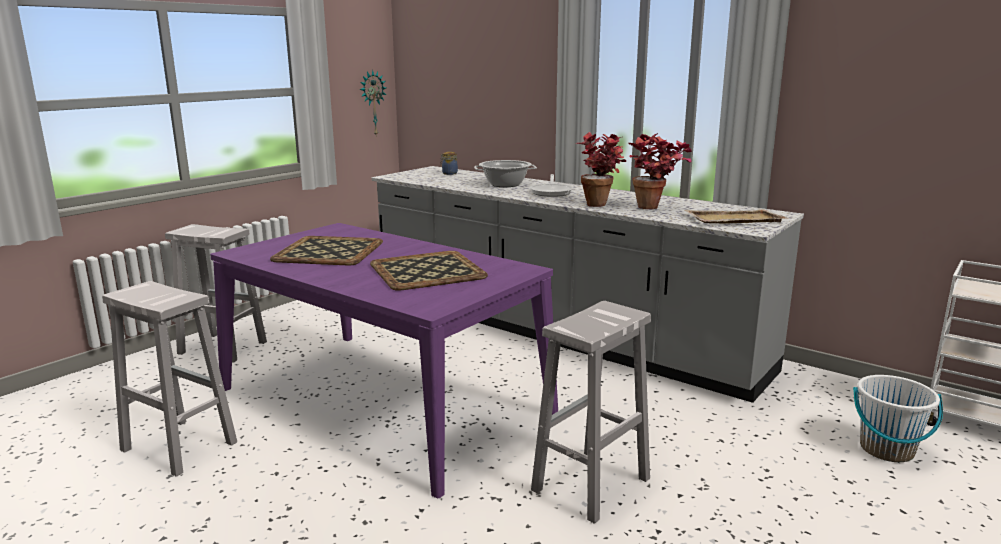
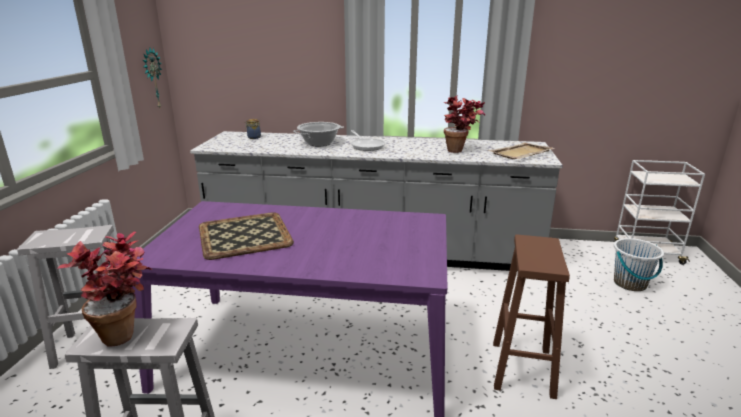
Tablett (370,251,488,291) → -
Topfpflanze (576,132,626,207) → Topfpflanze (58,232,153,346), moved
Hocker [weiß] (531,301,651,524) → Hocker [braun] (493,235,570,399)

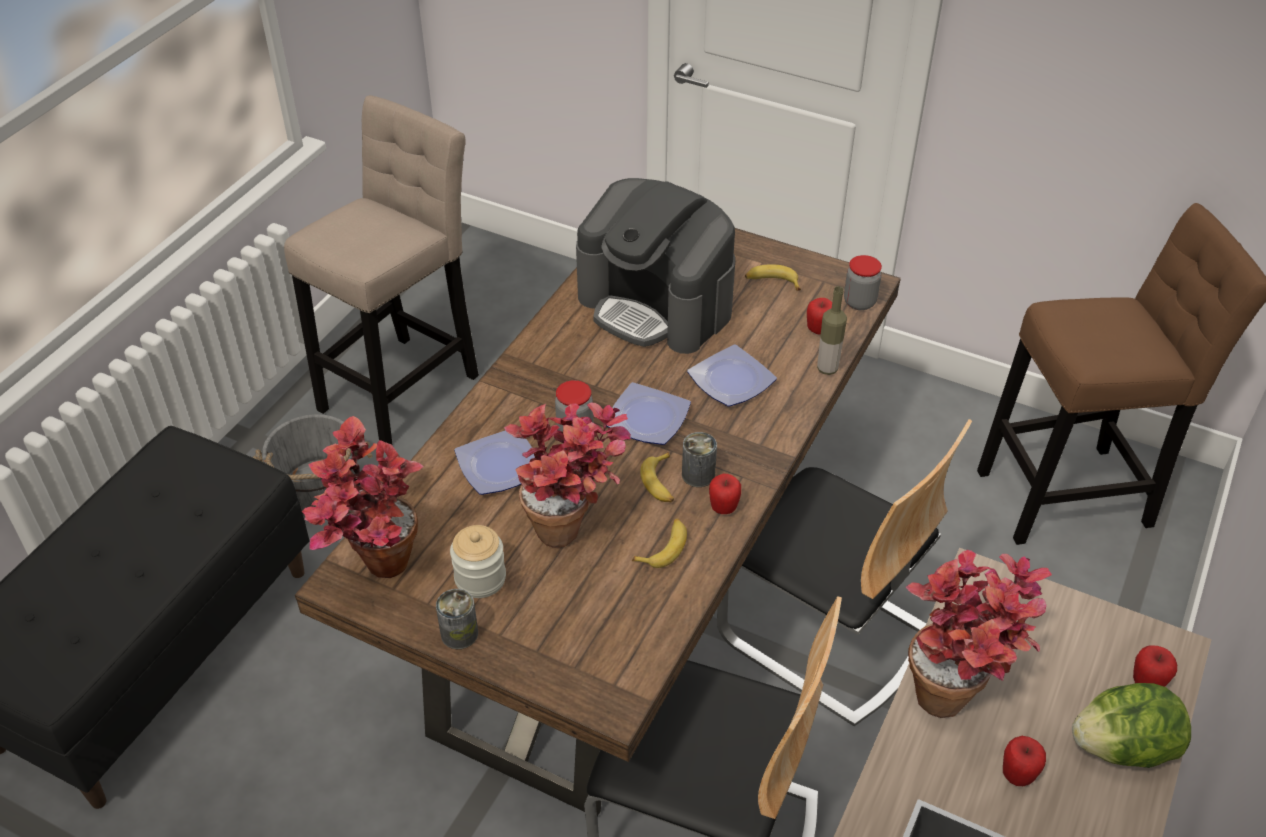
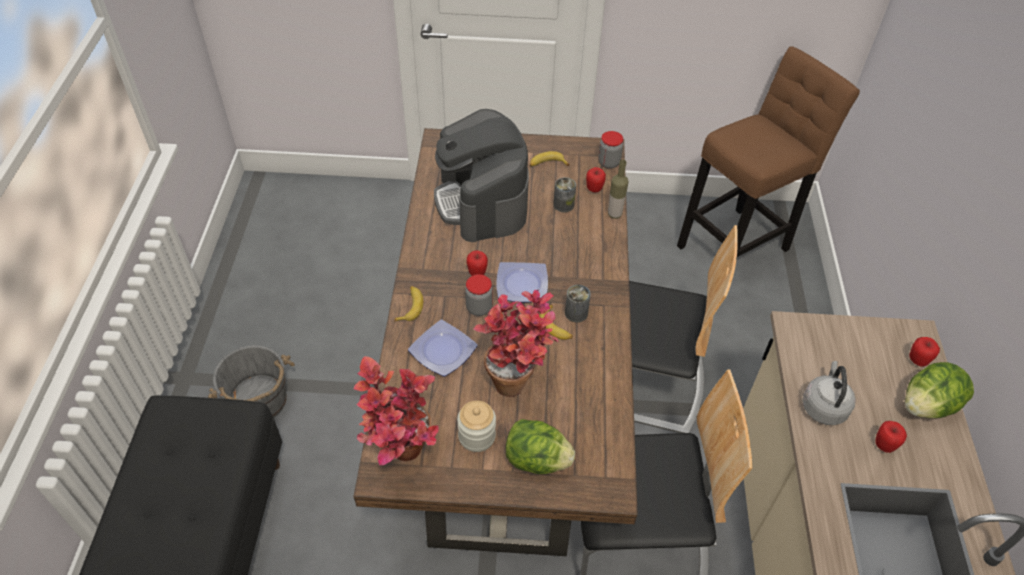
Hocker [beige] (284,95,479,445) → -
Teller (687,344,777,407) → -
- → Salatkopf (506,419,575,474)
Dose (436,589,478,649) → Dose (553,177,576,212), moved
Banane (632,519,687,568) → Banane (394,286,423,322), moved
Apfel (709,474,741,514) → Apfel (467,251,488,276), moved
Topfpflanze (906,550,1052,718) → Wasserkessel [grau] (802,361,856,425)
Kaffeemaschine (576,178,735,354) → Kaffeemaschine (434,109,529,242), 60 degrees clockwise

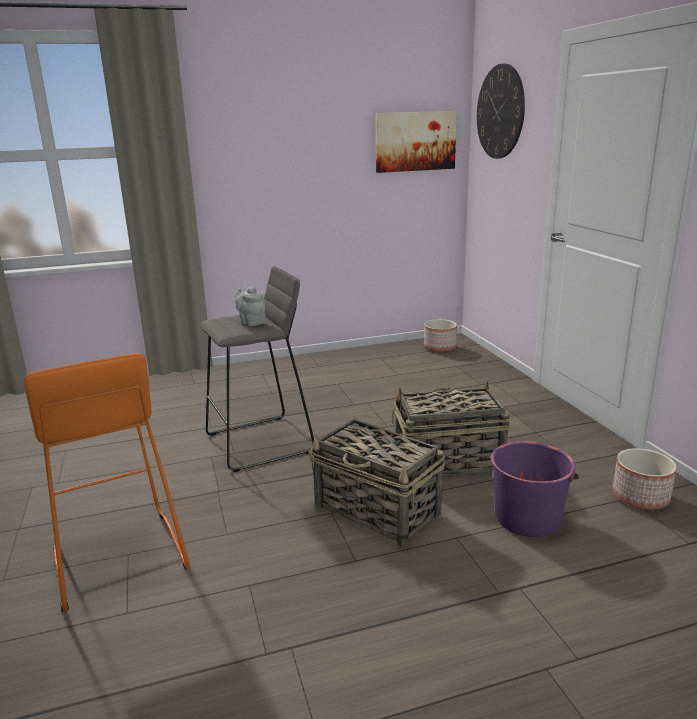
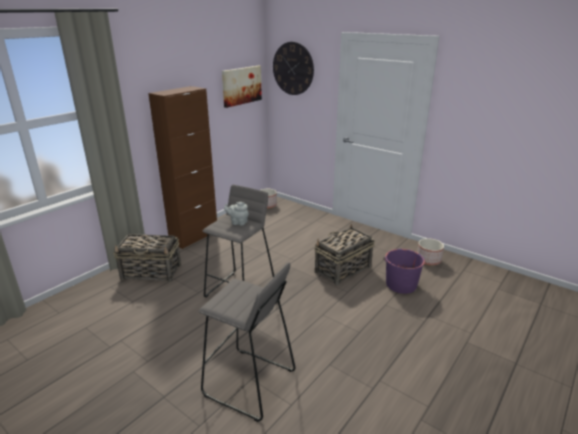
- → Schrank [braun] (148,86,217,249)
Korb (309,419,445,548) → Korb (113,234,181,282), moved
Hocker [orange] (24,353,190,612) → Hocker [grau] (199,262,295,422)

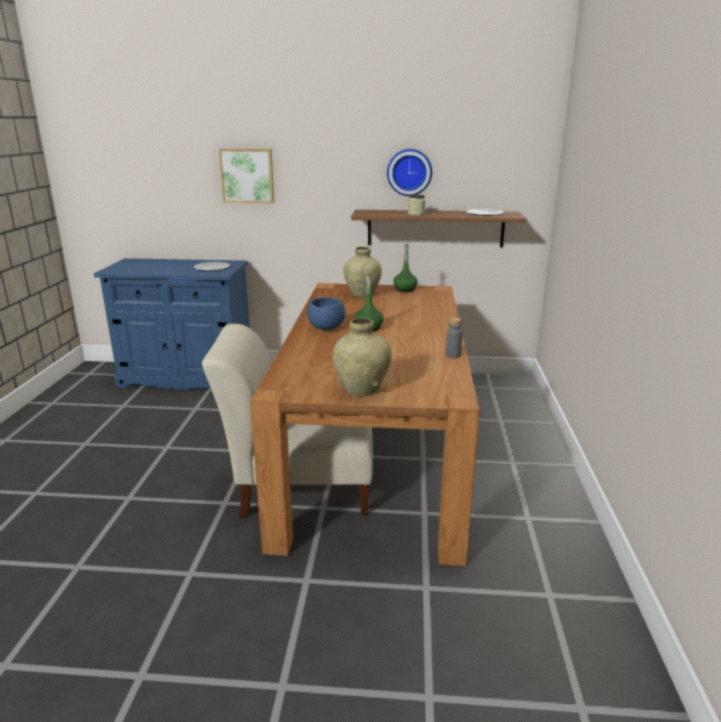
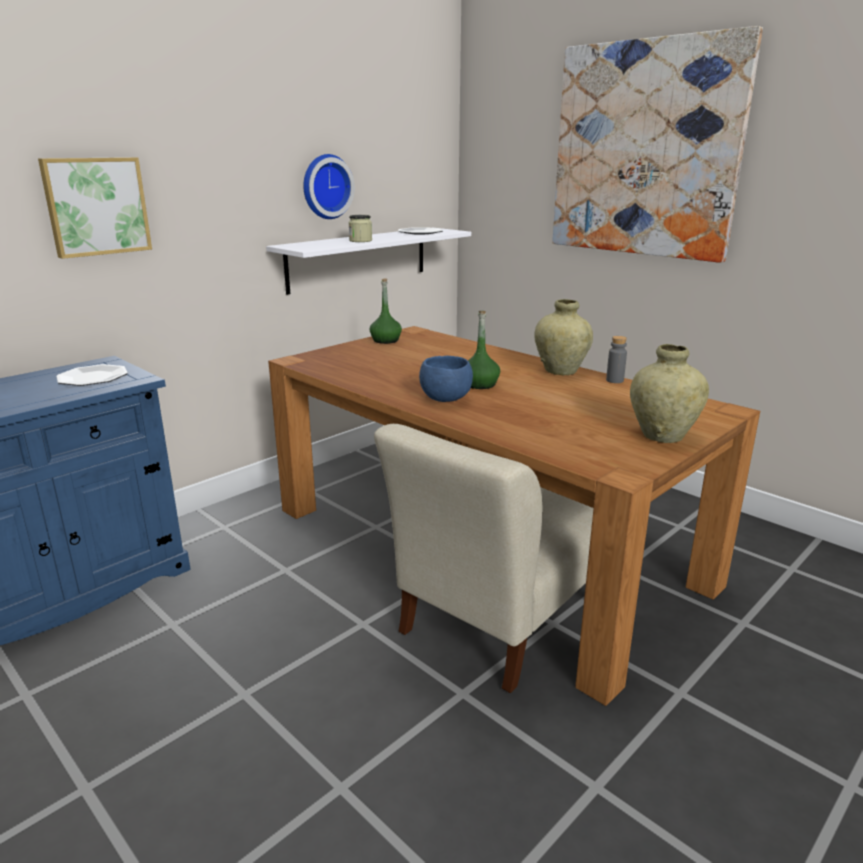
- → Bild (552,26,763,263)
Vase [beige] (344,247,382,298) → Vase [beige] (535,299,593,375), moved
Wandregal [braun] (351,210,527,247) → Wandregal [weiß] (266,228,471,295)

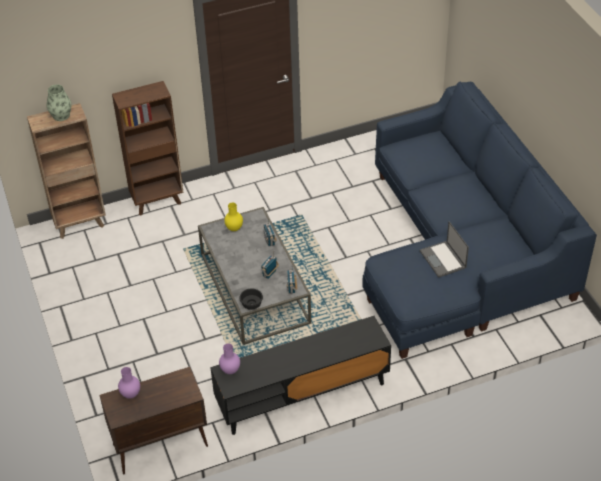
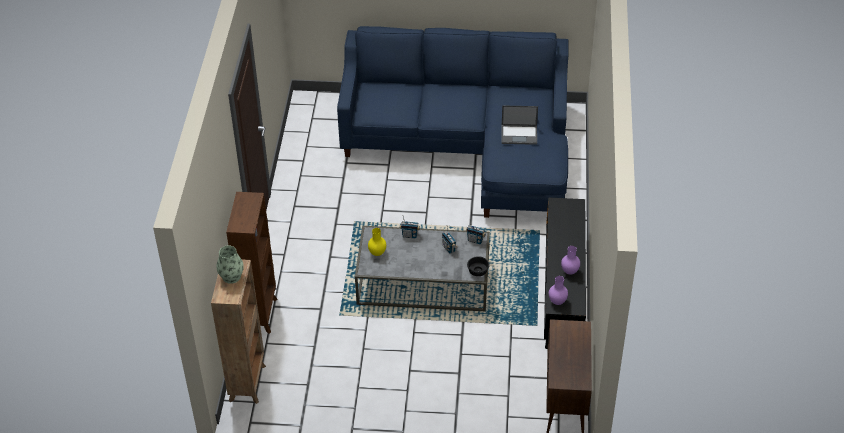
Vase [lila] (118,367,140,399) → Vase [lila] (561,246,580,275), moved

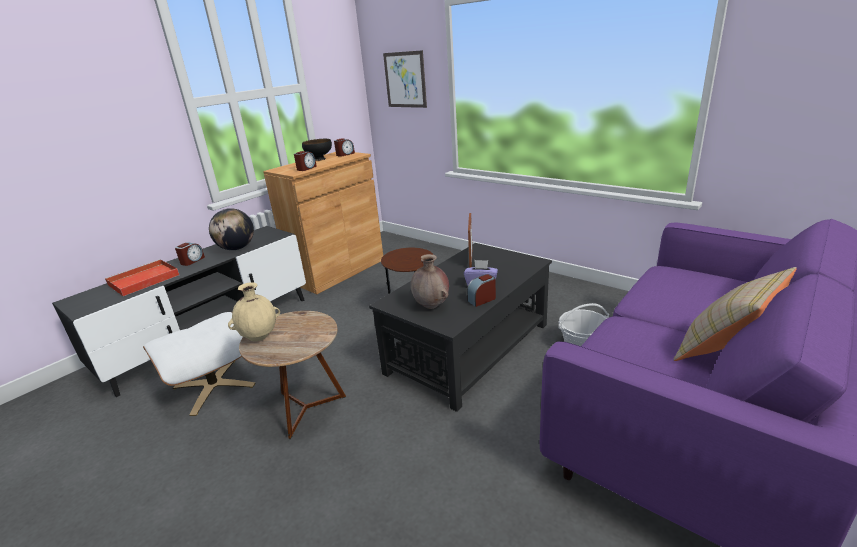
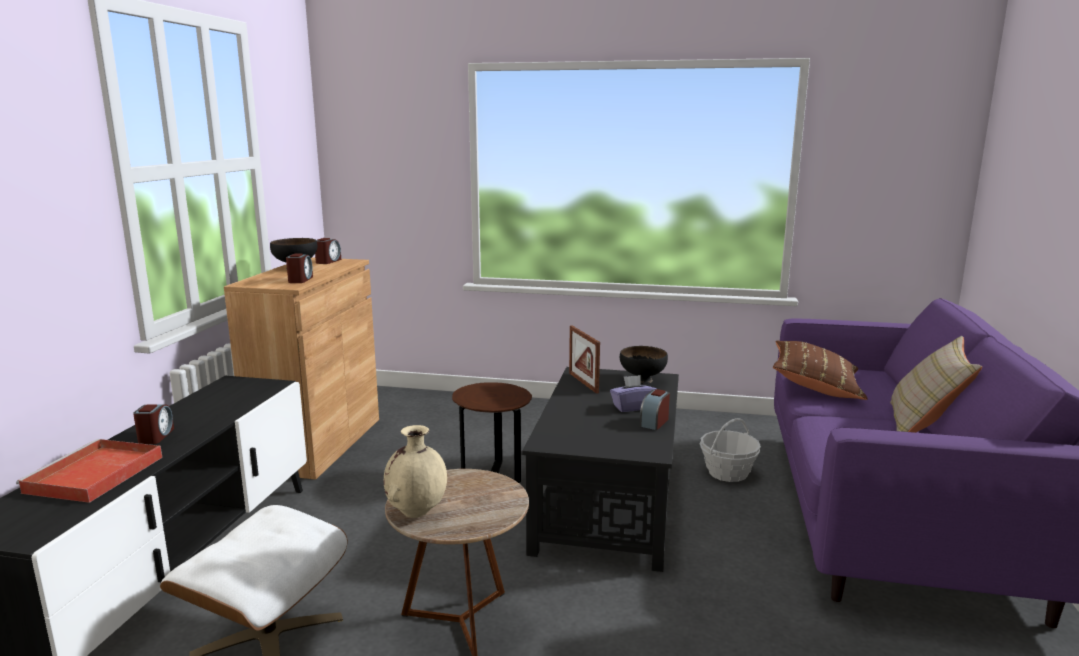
Globus (209,208,254,250) → -
Bild (383,50,427,108) → -
Vase [braun] (411,254,449,309) → -
- → Schüssel [schwarz] (620,346,668,384)
- → Kissen [braun] (773,341,868,400)

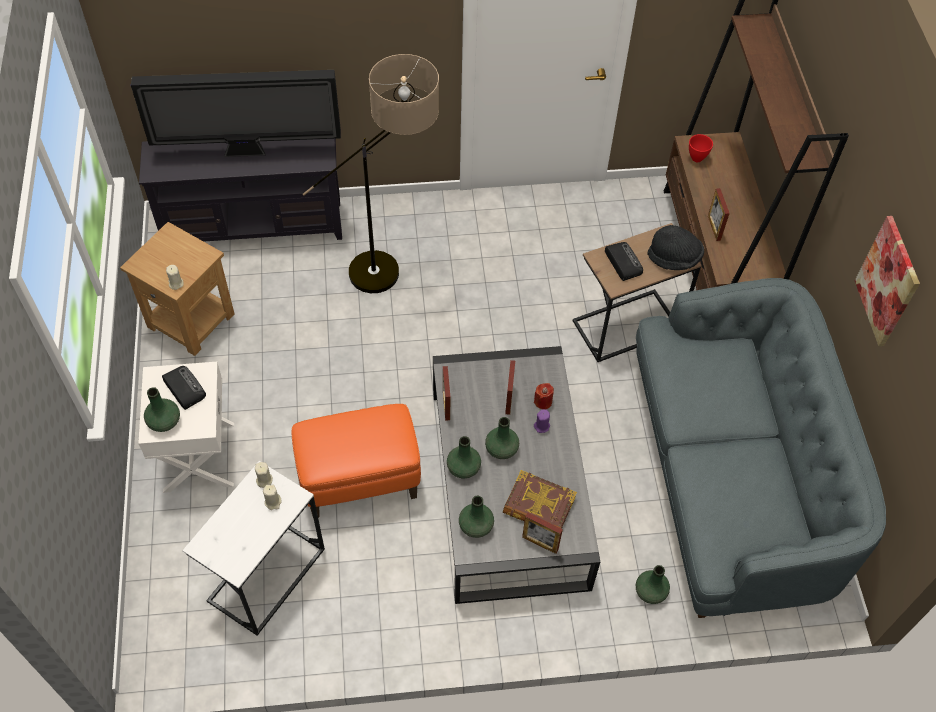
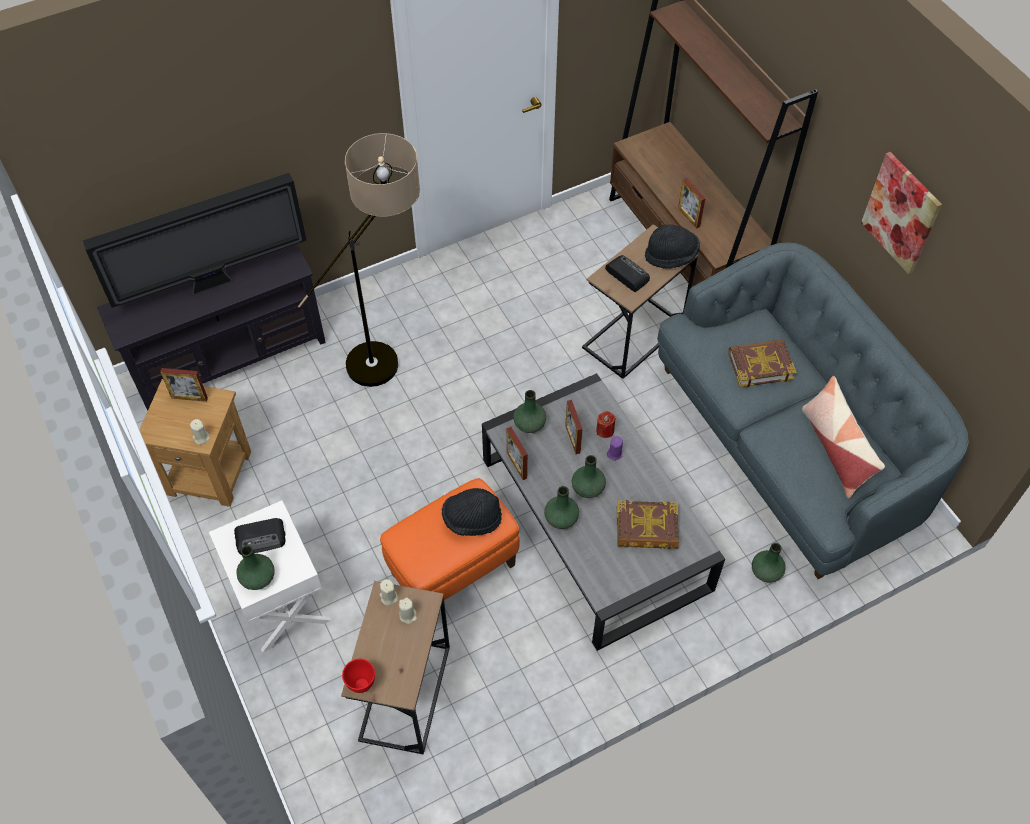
- → Hut [schwarz] (442,488,502,536)
- → Buch (729,340,797,387)
- → Kissen (802,376,885,498)
Vase [grün] (459,496,494,538) → Vase [grün] (513,390,546,433), moved
Bilderrahmen (522,512,563,554) → Bilderrahmen (160,368,208,402), moved
Schüssel [rot] (689,134,713,162) → Schüssel [rot] (342,659,375,693), moved
Beistelltisch [weiß] (182,461,325,636) → Beistelltisch [braun] (341,581,450,754)
Radio (162,366,206,410) → Radio (234,518,285,555), 135 degrees clockwise

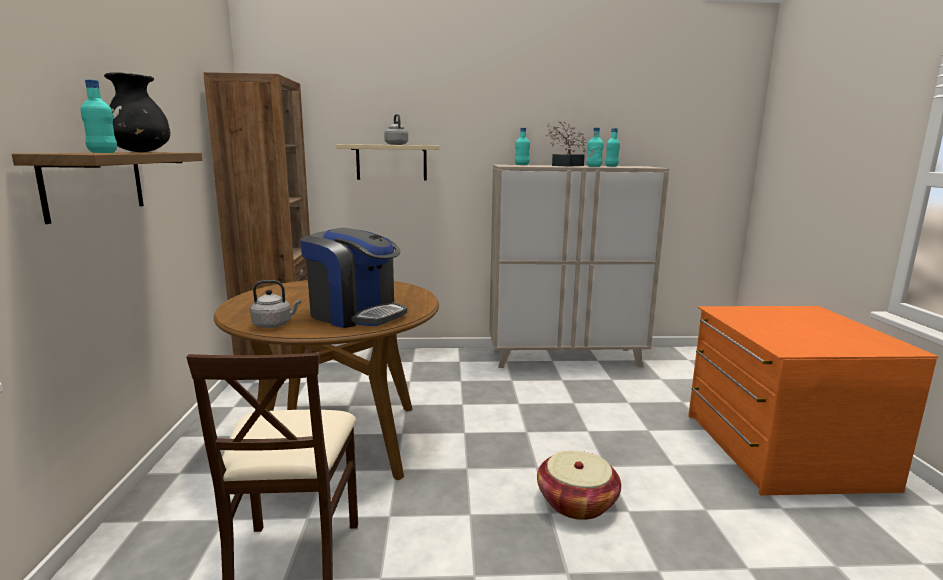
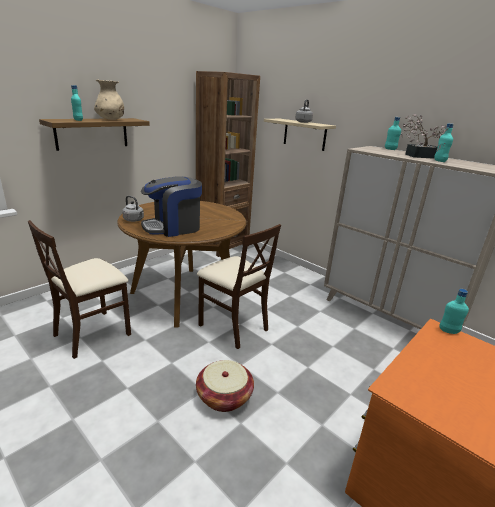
- → Stuhl [beige] (197,224,281,349)
Flasche [türkis] (605,128,620,167) → Flasche [türkis] (439,289,469,334), moved
Vase [schwarz] (104,72,170,152) → Vase [beige] (94,79,124,120)
Kaffeemaschine (300,228,407,328) → Kaffeemaschine (141,176,202,237), 75 degrees clockwise

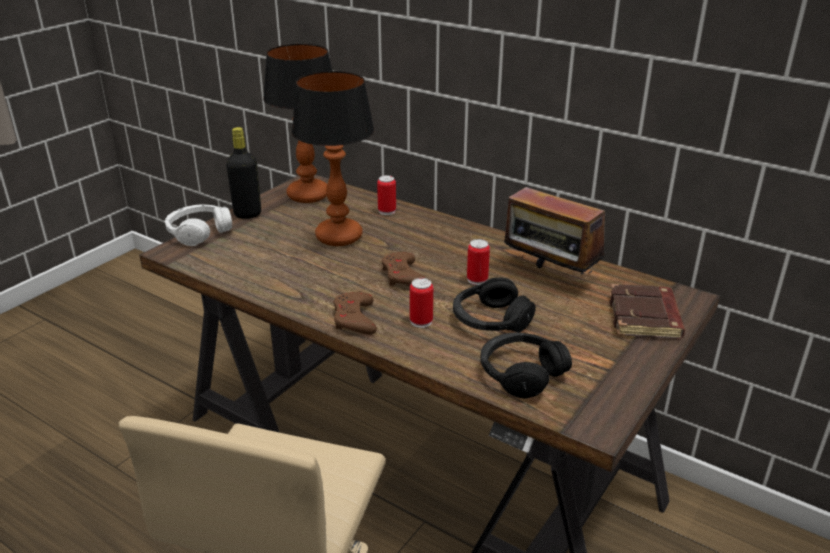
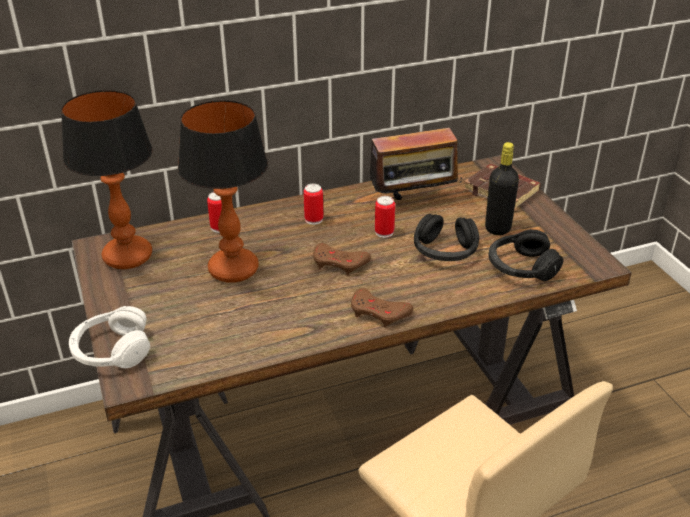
Flasche [schwarz] (226,127,261,219) → Flasche [schwarz] (485,142,519,235), moved
Dose (410,278,433,328) → Dose (303,184,323,225), moved

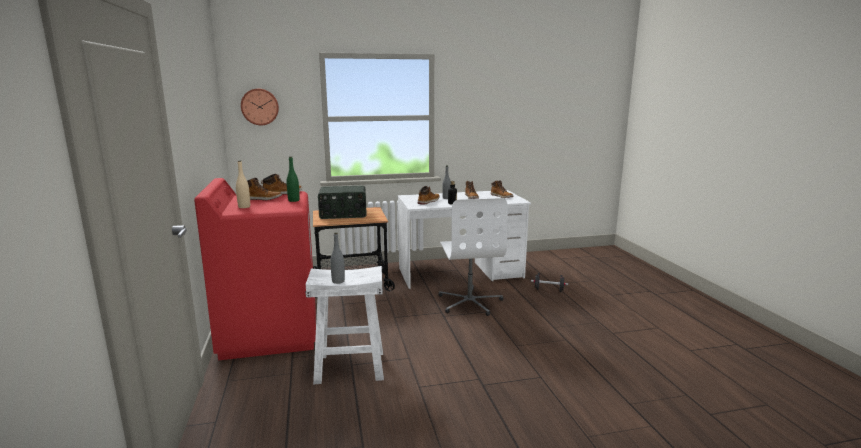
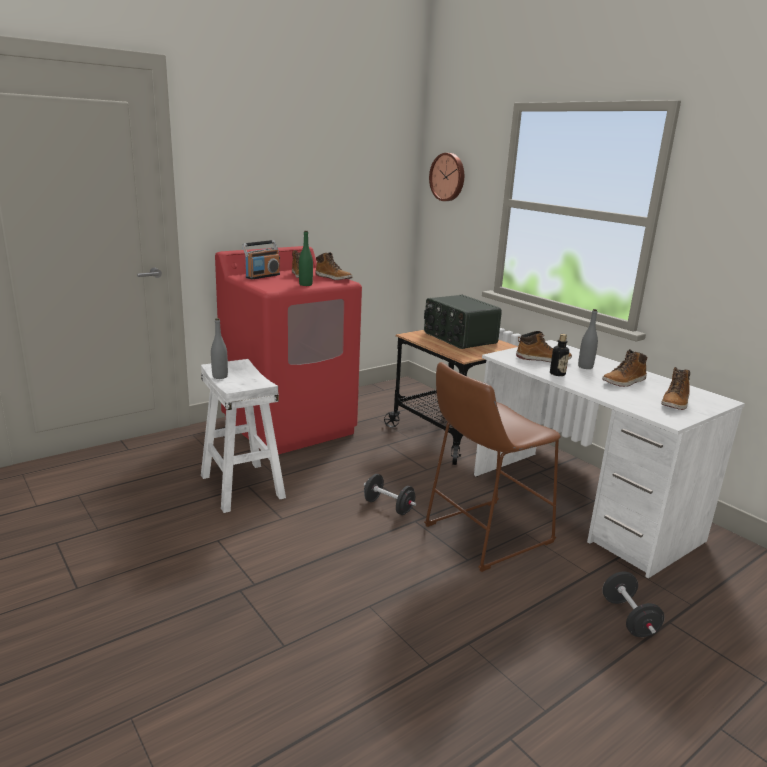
- → Hantel [schwarz] (364,474,416,515)
Flasche [beige] (236,160,250,208) → Radio (242,240,280,280)
Bürostuhl [weiß] (438,198,508,316) → Hocker [braun] (424,362,561,572)

